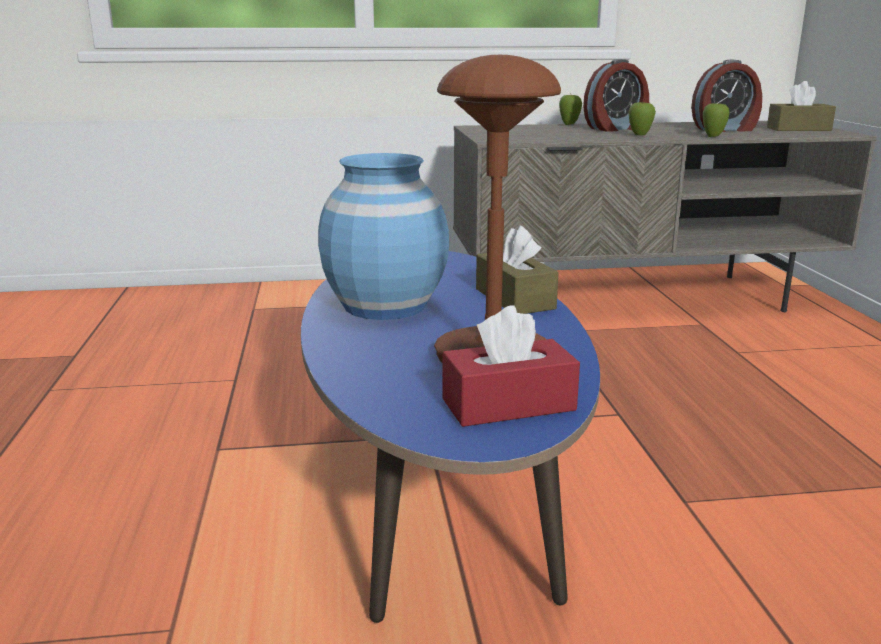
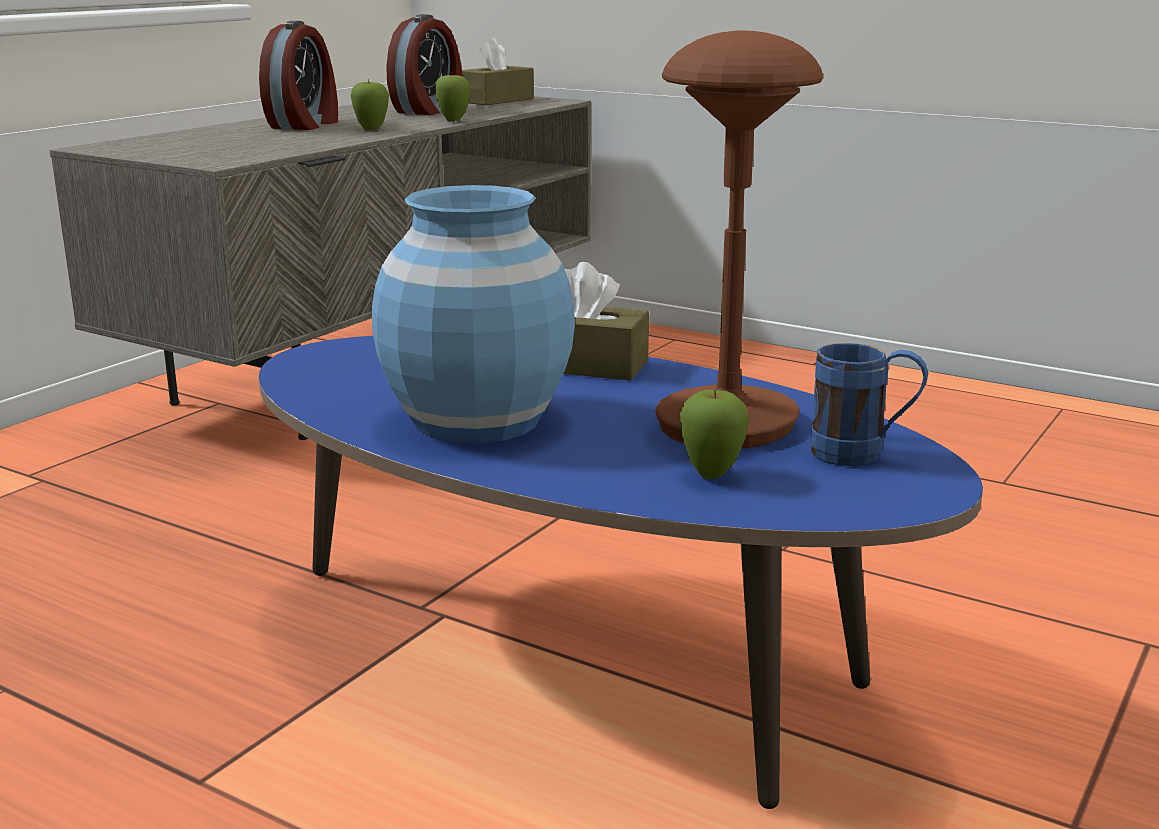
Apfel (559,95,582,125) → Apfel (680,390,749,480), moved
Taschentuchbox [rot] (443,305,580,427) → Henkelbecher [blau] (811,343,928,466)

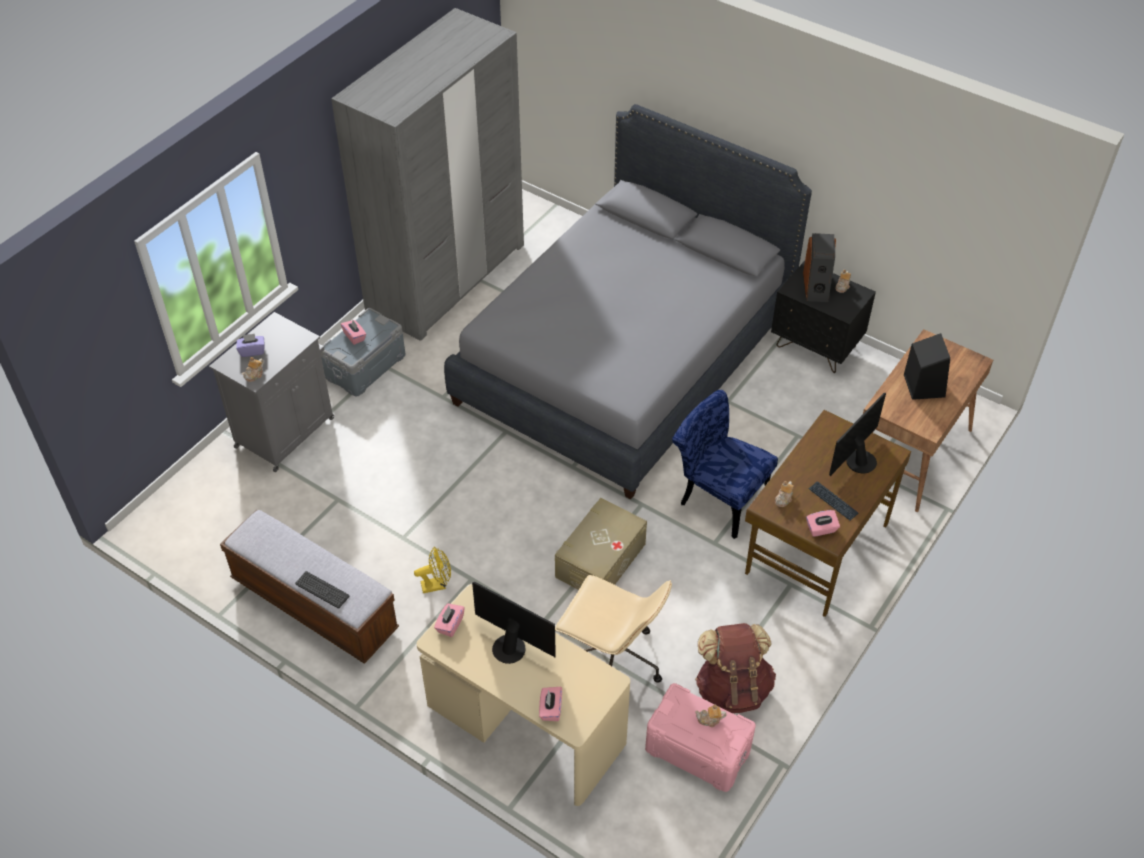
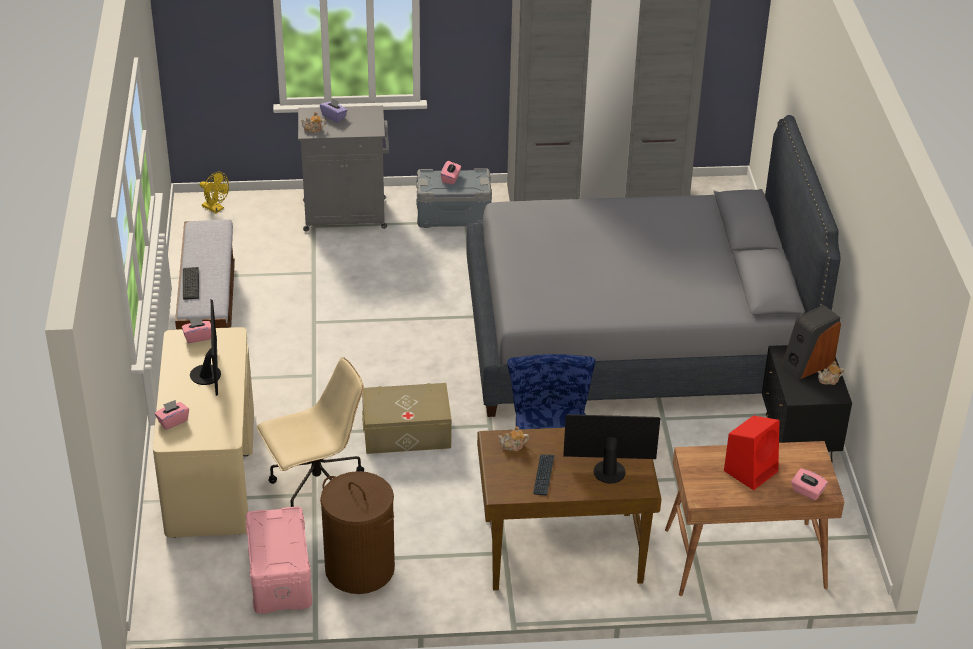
Teekanne (695,705,727,727) → -
Ventilator [gelb] (414,547,451,593) → Ventilator [gelb] (199,172,229,213), moved
Taschentuchbox [rosa] (806,510,840,537) → Taschentuchbox [rosa] (791,468,828,500), moved
Rucksack [braun] (695,623,776,713) → Wäschekorb [braun] (320,471,395,594)
Lautsprecher [schwarz] (904,333,950,400) → Lautsprecher [rot] (724,415,780,490)
Bürostuhl [beige] (555,575,672,683) → Bürostuhl [beige] (256,357,364,507), 105 degrees counterclockwise

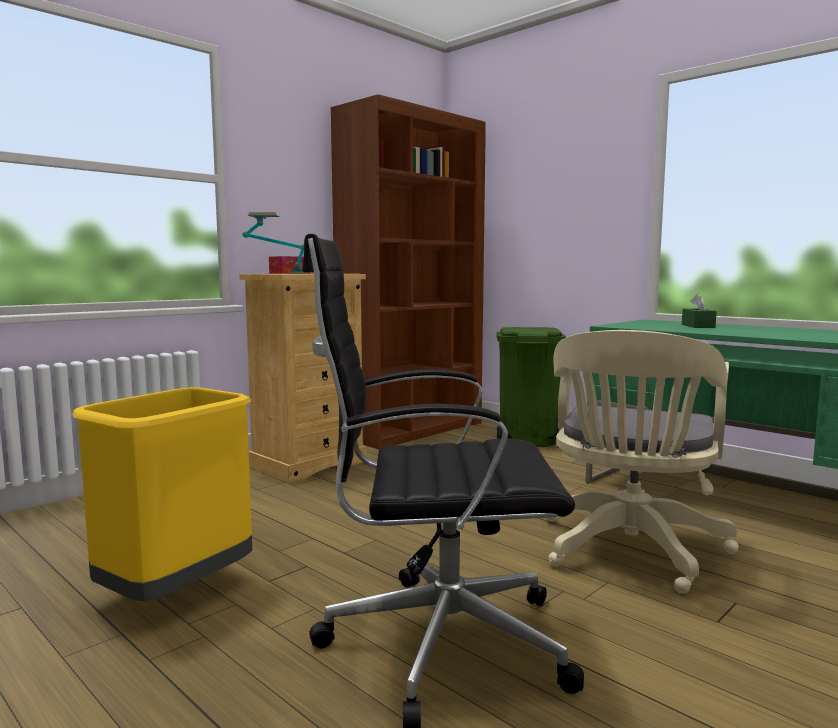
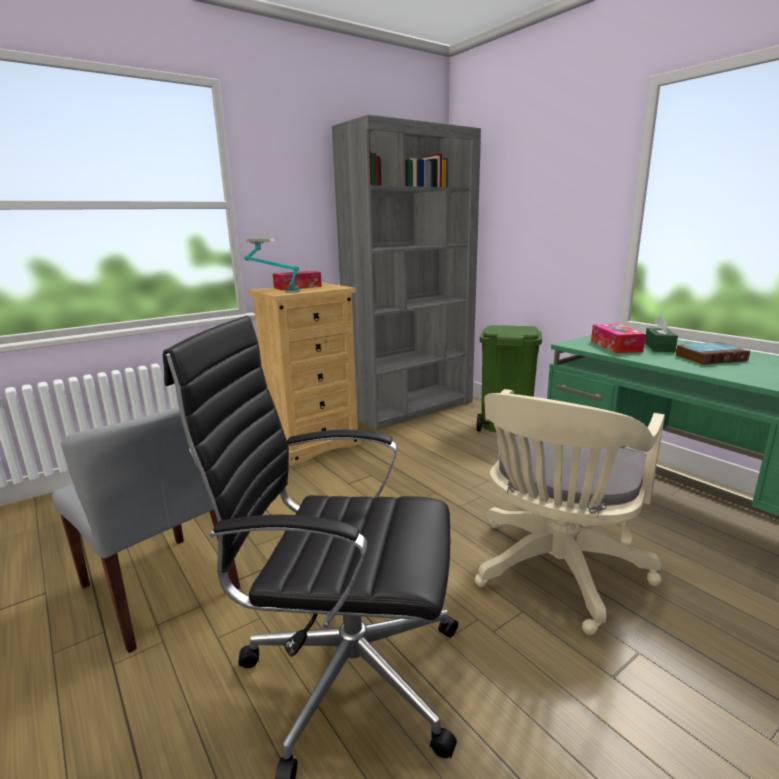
- → Taschentuchbox (591,324,646,353)
- → Buch (675,342,750,365)
Mülleimer [gelb] (72,387,252,601) → Stuhl [grau] (52,406,240,653)
Bücherregal [braun] (331,94,486,449) → Bücherregal [grau] (332,115,481,430)

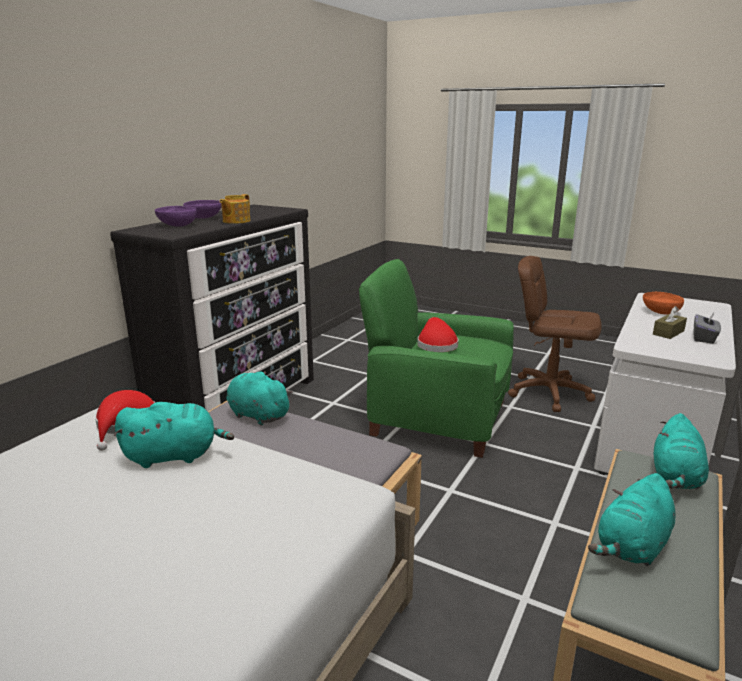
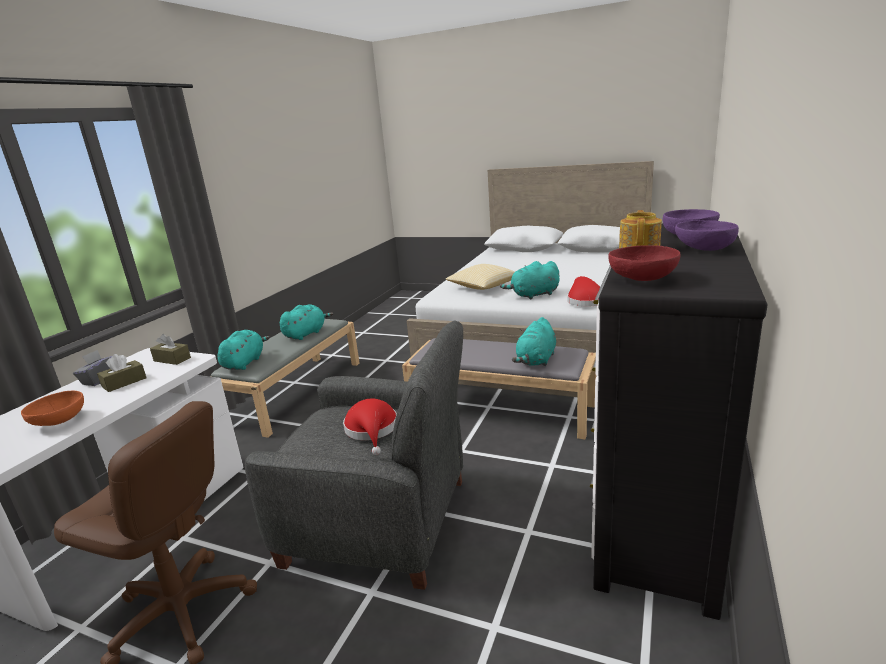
- → Taschentuchbox [braun] (150,334,191,365)
- → Kissen (446,264,515,290)
- → Schüssel [rot] (609,245,681,281)
Sessel [grün] (359,259,514,458) → Sessel [grau] (245,320,463,590)
Plüschtier [türkis] (226,371,293,425) → Plüschtier [türkis] (512,317,556,366), 90 degrees clockwise

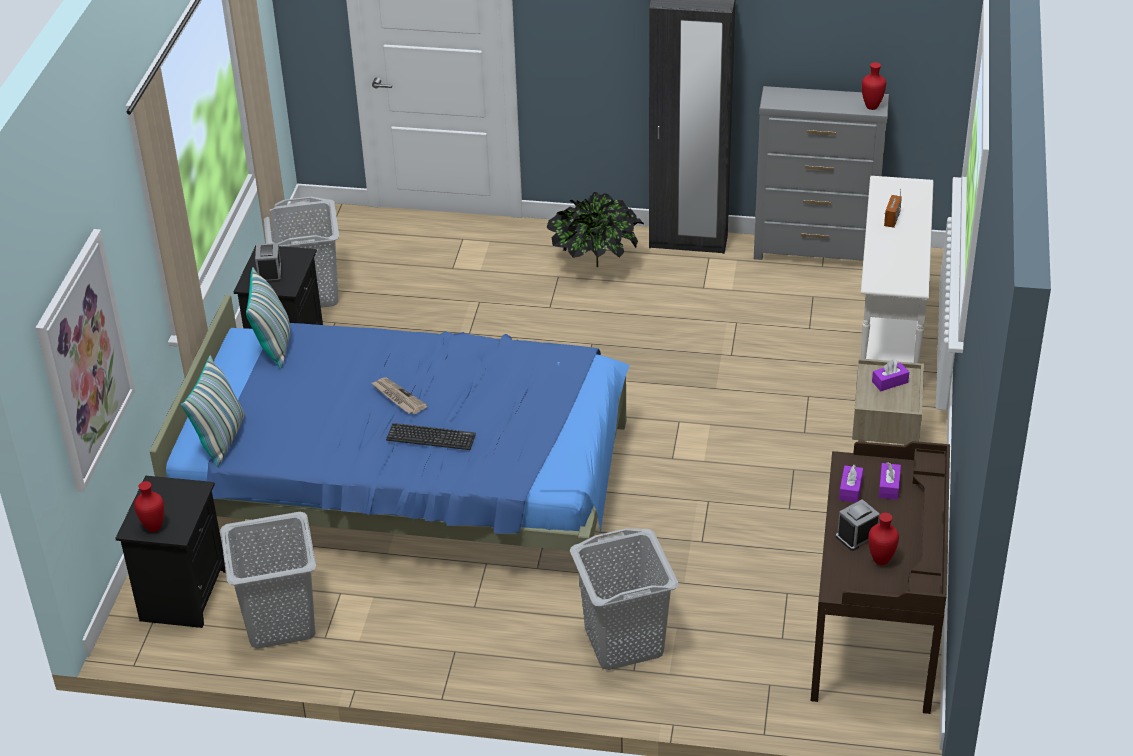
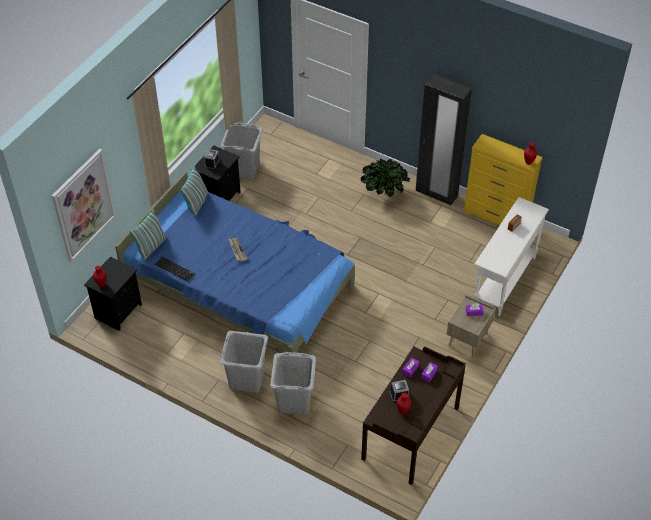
Wäschekorb [grau] (220,512,316,649) → Wäschekorb [grau] (220,331,268,393), moved
Tastatur (386,423,476,450) → Tastatur (155,257,195,281), moved
Kommode [grau] (754,86,889,261) → Kommode [gelb] (464,134,542,225)

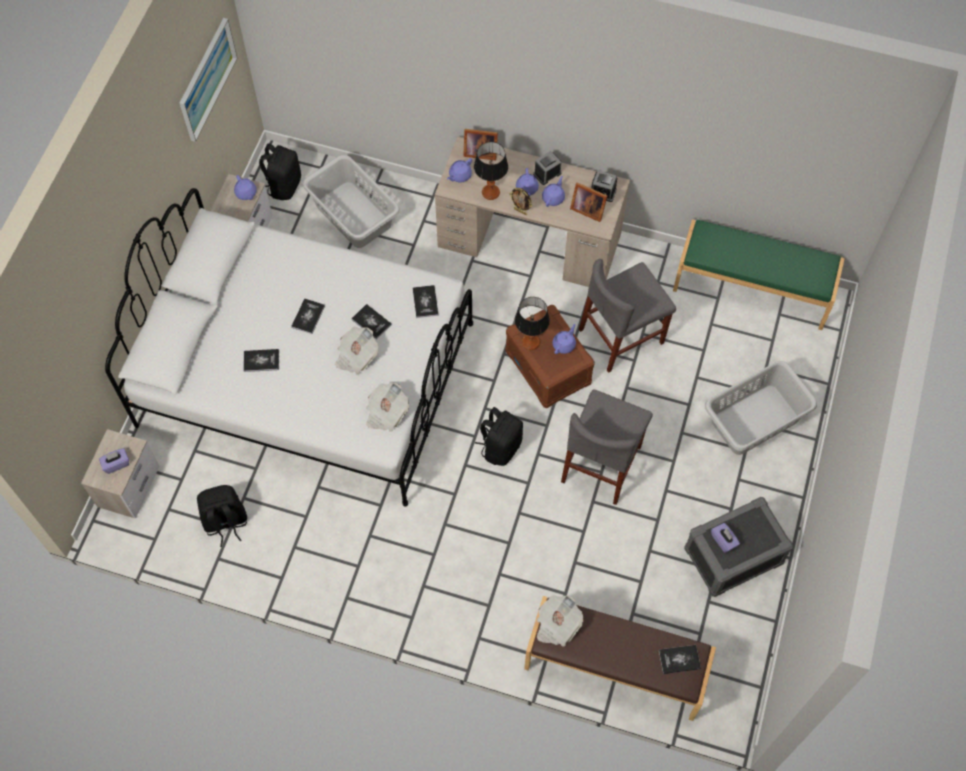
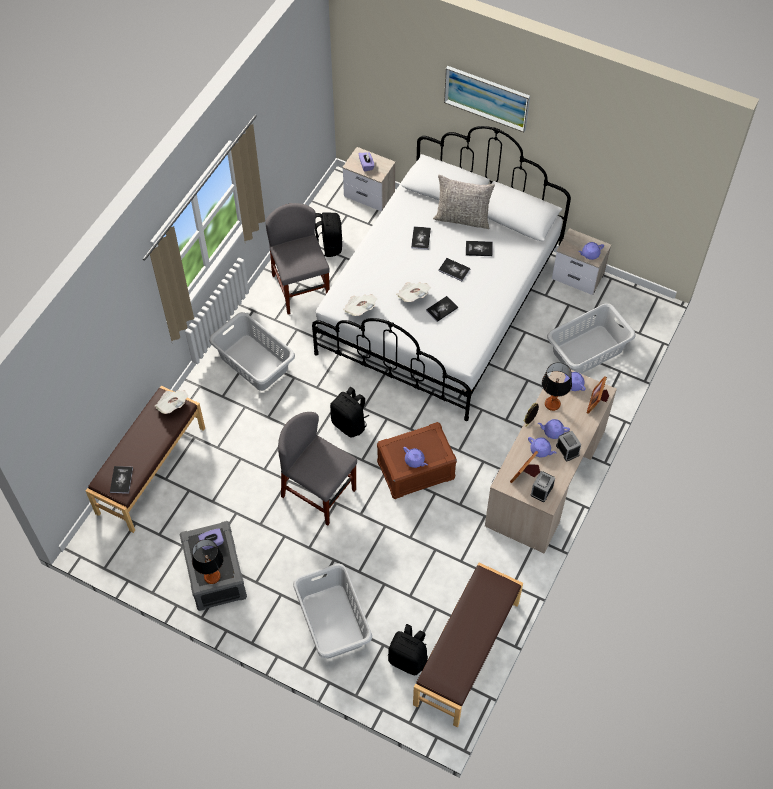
- → Wäschekorb [grau] (209,312,295,391)
- → Kissen [grau] (433,175,495,229)
Bild (180,18,238,142) → Bild (444,66,530,132), moved
Rucksack [schwarz] (259,143,301,200) → Rucksack [schwarz] (388,624,428,675), moved
Buch (413,285,438,318) → Buch (466,241,493,256), moved
Tischlampe (515,297,550,350) → Tischlampe (192,539,223,584), moved
Stuhl [grau] (579,259,676,373) → Stuhl [grau] (265,203,330,314), moved
Bank [grün] (673,219,845,330) → Bank [braun] (413,563,523,728)

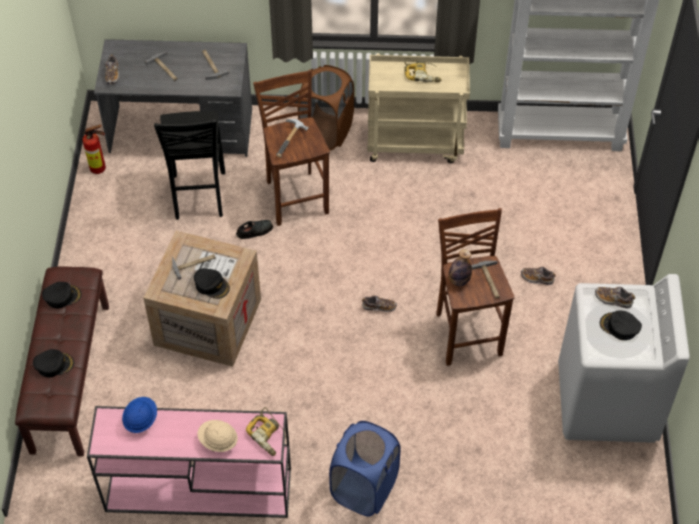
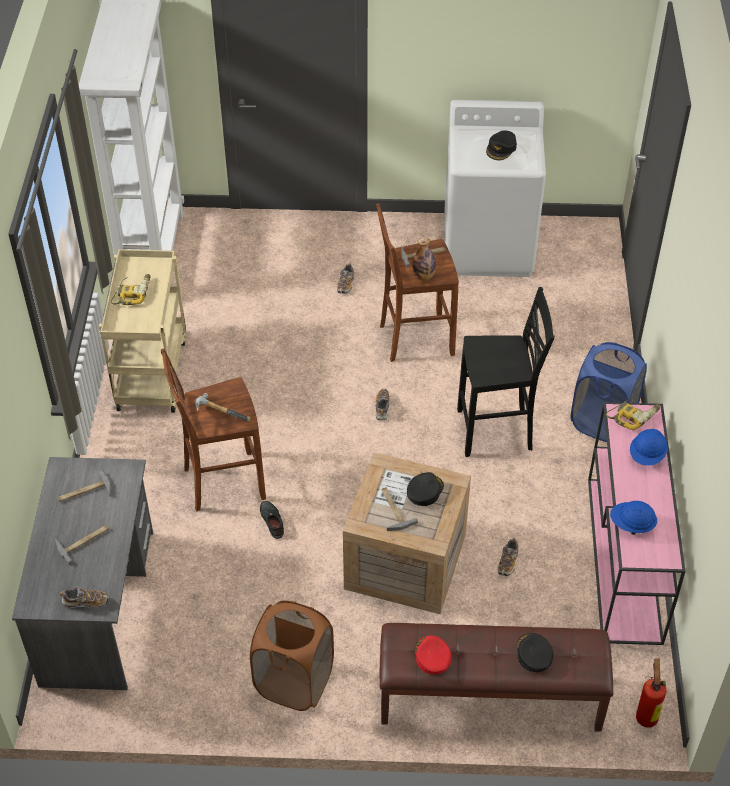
Feuerlöscher (82,125,106,174) → Feuerlöscher (636,658,666,728), moved
Hocker [schwarz] (154,111,225,220) → Hocker [schwarz] (457,287,554,457), moved
Wäschekorb [braun] (298,65,354,150) → Wäschekorb [braun] (250,601,334,711), moved
Schuh (595,286,635,309) → Schuh (498,538,519,576), moved
Kappe [schwarz] (42,282,82,309) → Kappe [rot] (415,636,452,675)
Schutzhelm [beige] (197,420,238,452) → Schutzhelm [blau] (630,429,668,466)

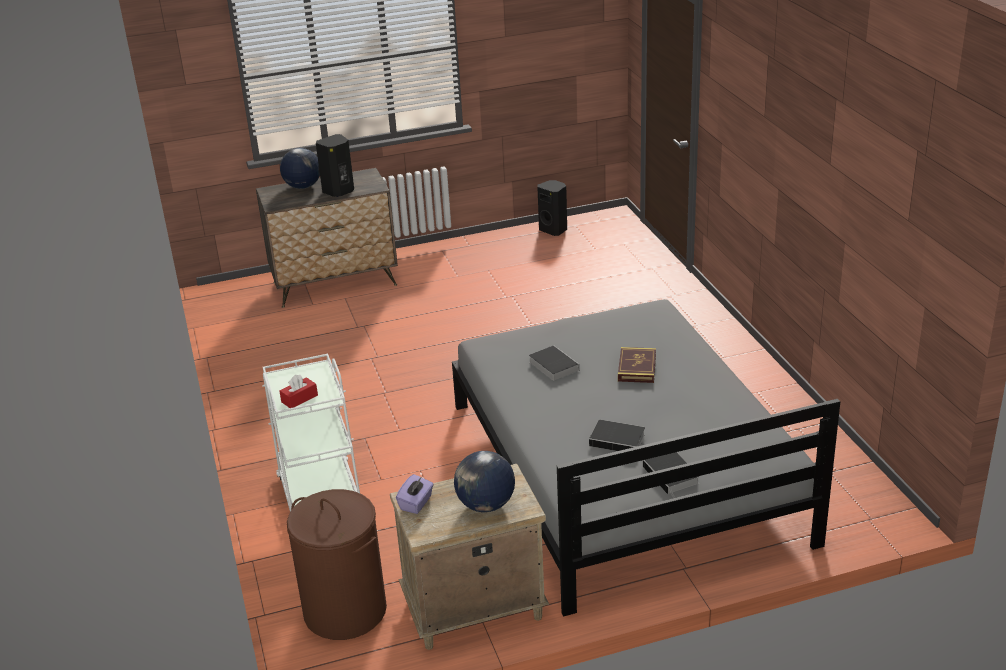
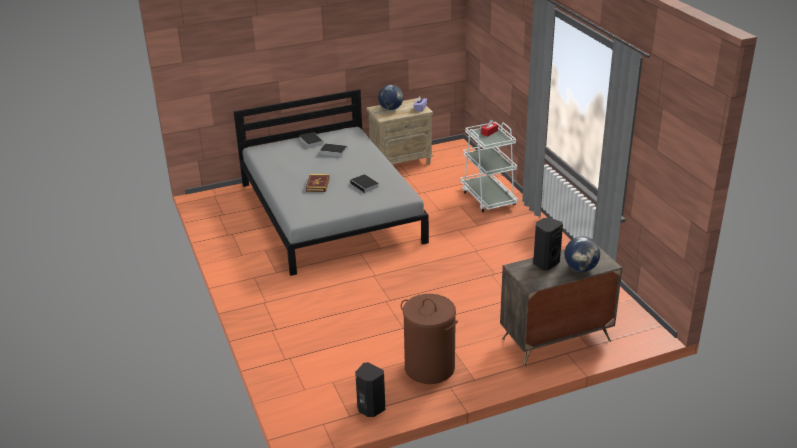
Wäschekorb [braun] (287,489,387,640) → Wäschekorb [braun] (401,294,458,384), moved

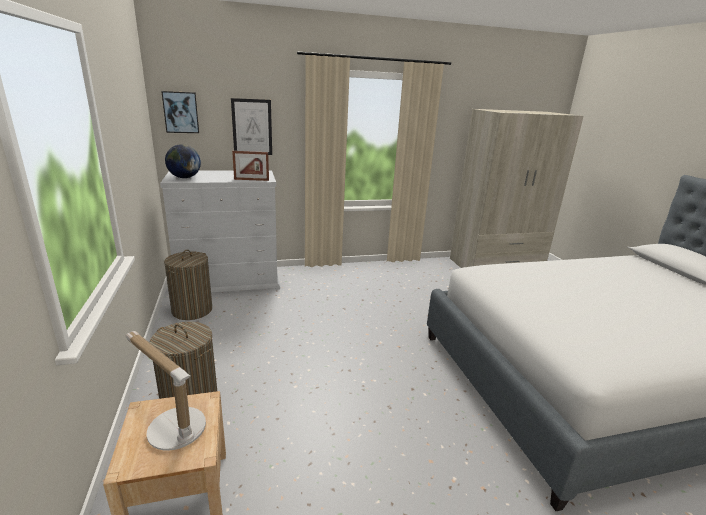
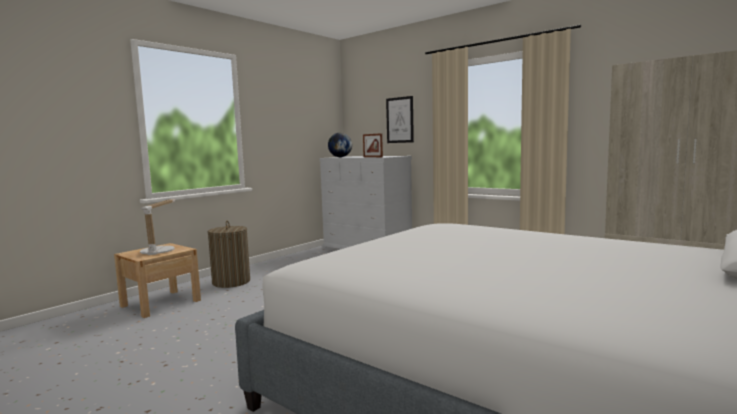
Bild (161,91,199,133) → -
Wäschekorb (164,250,212,320) → -

